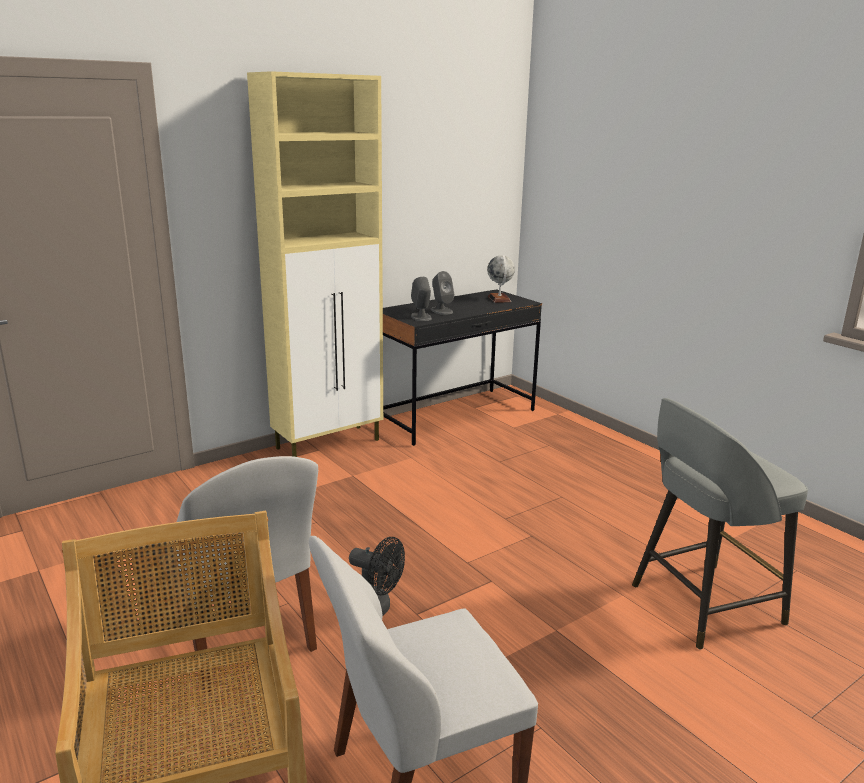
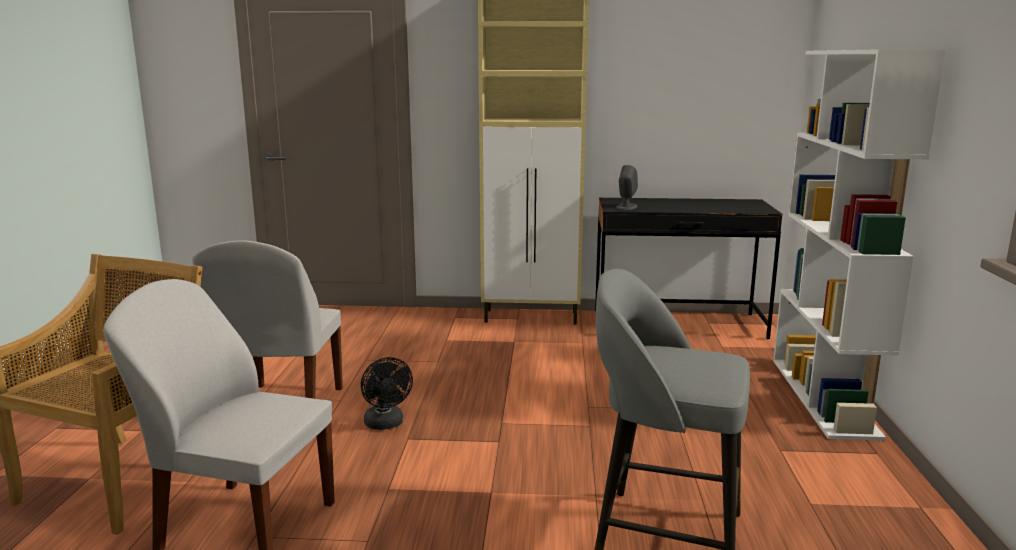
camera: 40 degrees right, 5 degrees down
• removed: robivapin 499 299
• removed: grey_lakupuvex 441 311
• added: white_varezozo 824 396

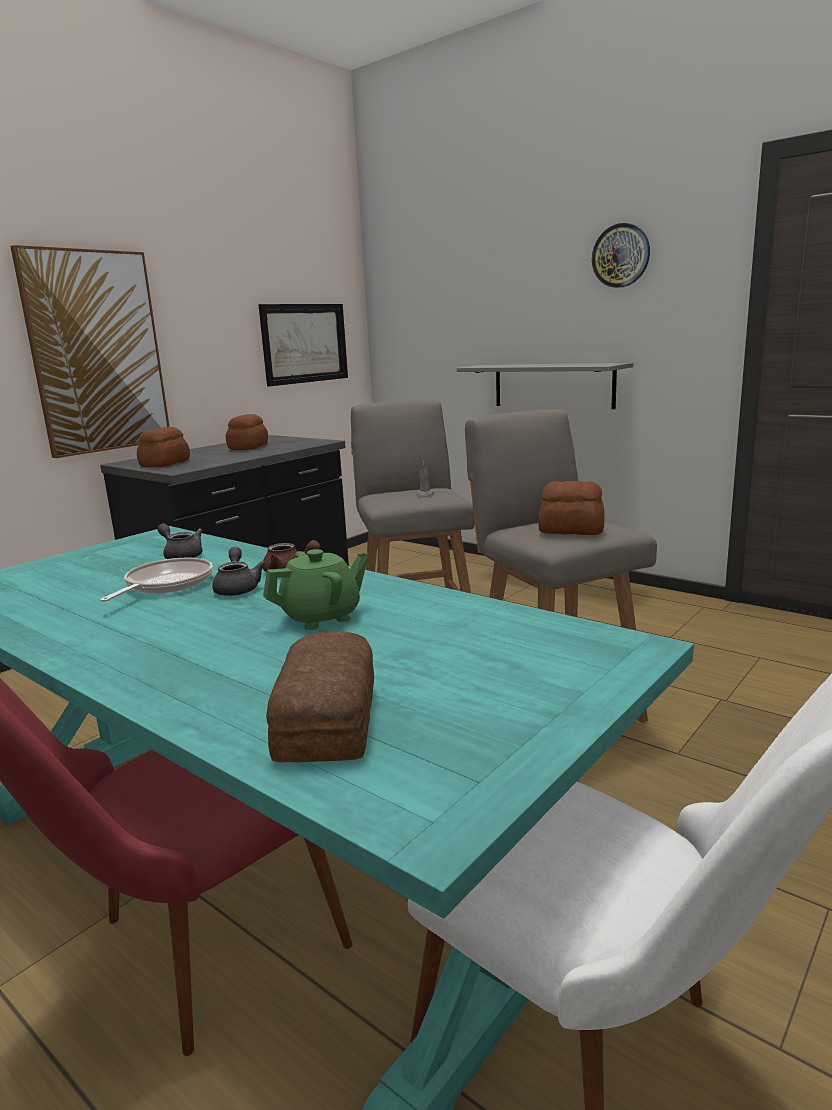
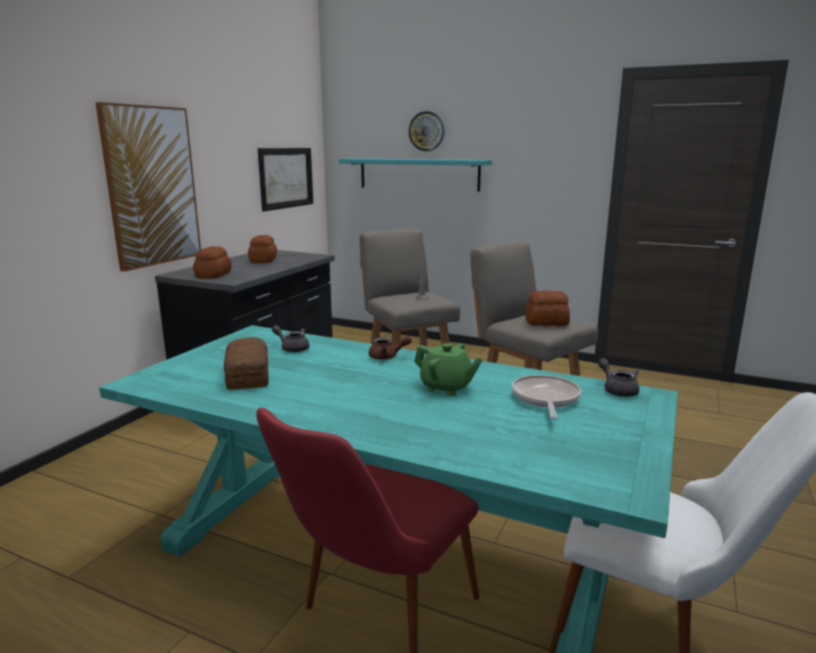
camera: 15 degrees left, 0 degrees up
• moved: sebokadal 621 255 to 426 131
• removed: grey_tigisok 553 385
• moved: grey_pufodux 238 588 to 618 390
• turned: green_pufodux 322 617 = 446 387 75 degrees clockwise
• moved: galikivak 166 585 to 545 399
• moved: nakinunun 330 718 to 249 375
• added: turquoise_tigisok 418 174

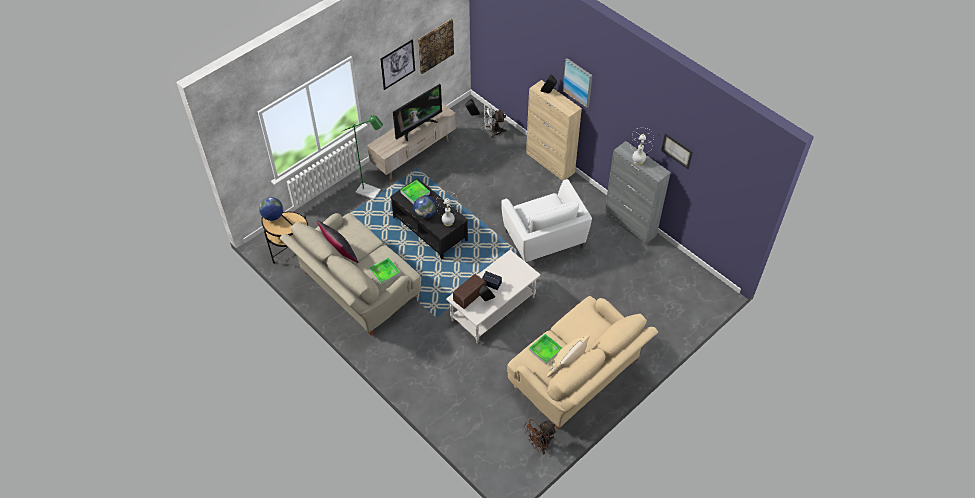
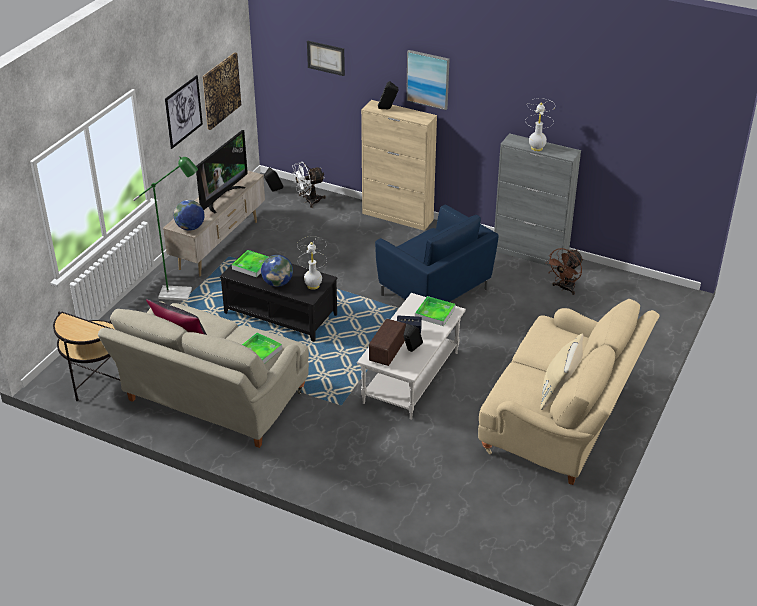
camera: 20 degrees left, 15 degrees down
• moved: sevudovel 677 150 to 326 58
• recoloured: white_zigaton 544 241 to blue_zigaton 435 293
• moved: robivapin 273 216 to 190 227
• moved: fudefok 545 350 to 435 313
• moved: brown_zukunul 539 444 to 564 288

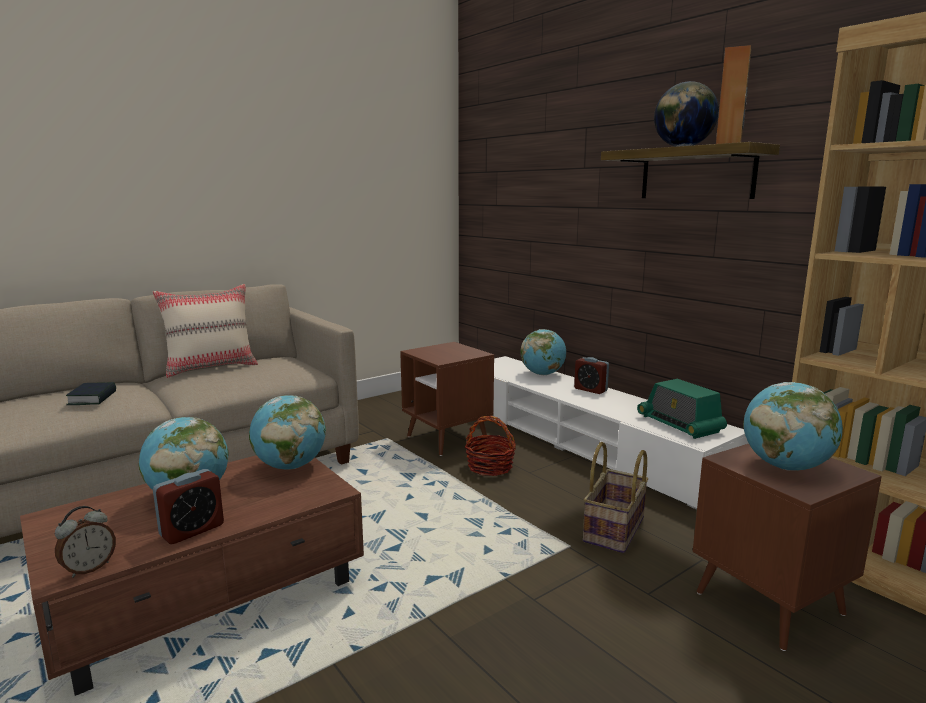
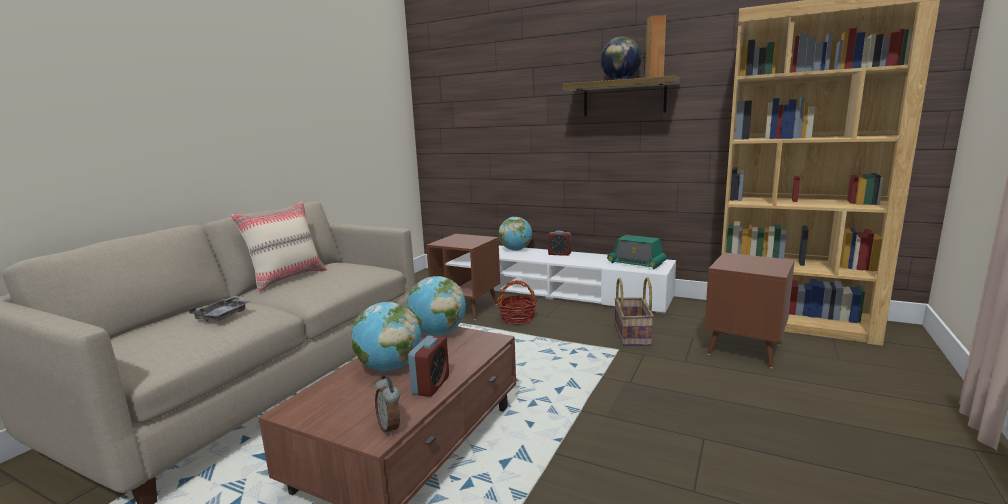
camera: 25 degrees left, 0 degrees up
• replaced: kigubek 92 398 to grey_fudefok 224 315
• removed: robivapin 785 466
• turned: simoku 89 568 = 390 427 135 degrees clockwise

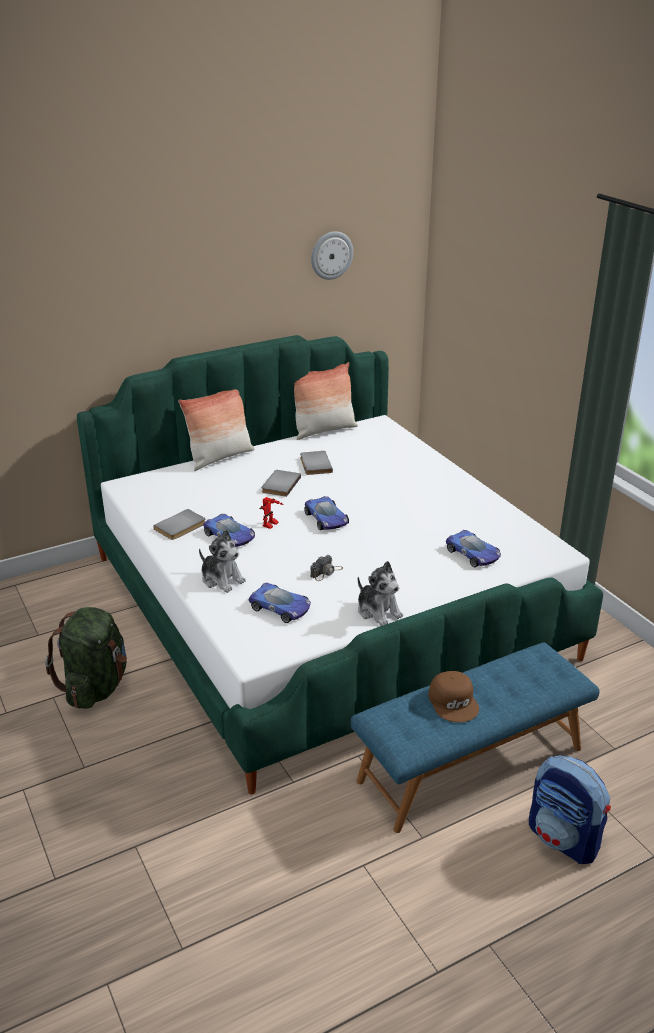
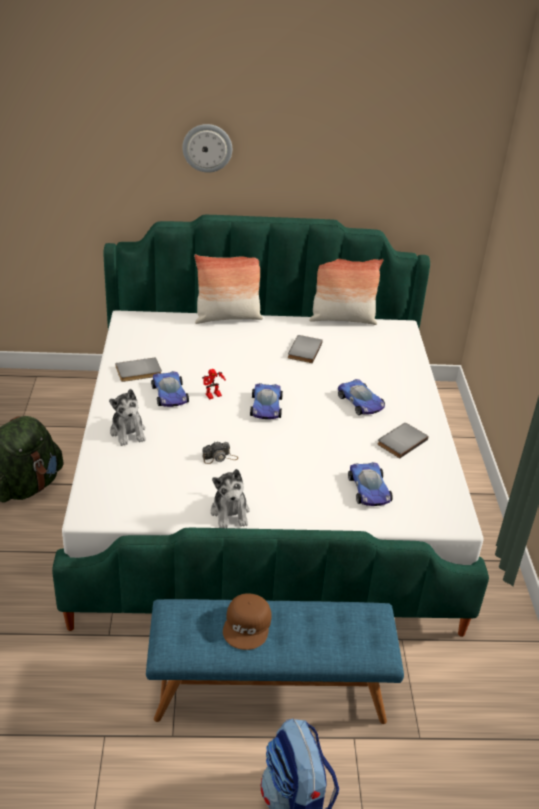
camera: 25 degrees right, 5 degrees up
• moved: sebokadal 331 255 to 207 148
• moved: grey_kigubek 279 484 to 400 441
• moved: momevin 281 608 to 361 402

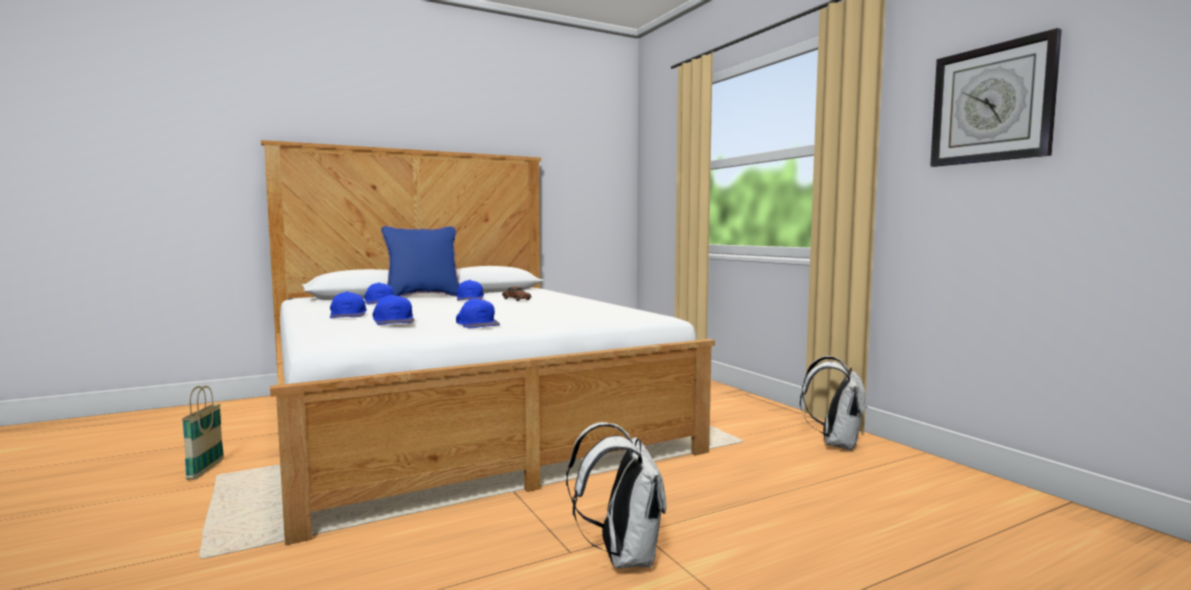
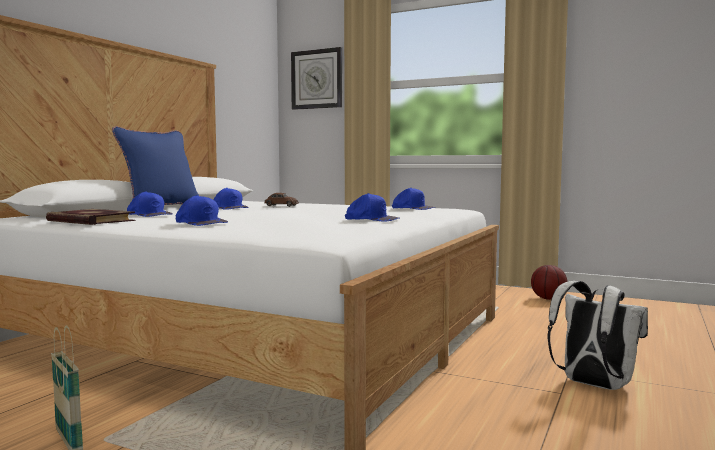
camera: 35 degrees left, 0 degrees up
• moved: sebokadal 992 104 to 317 79
• moved: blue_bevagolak 394 321 to 413 208
• replaced: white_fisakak 836 444 to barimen 548 298
• added: kigubek 89 221

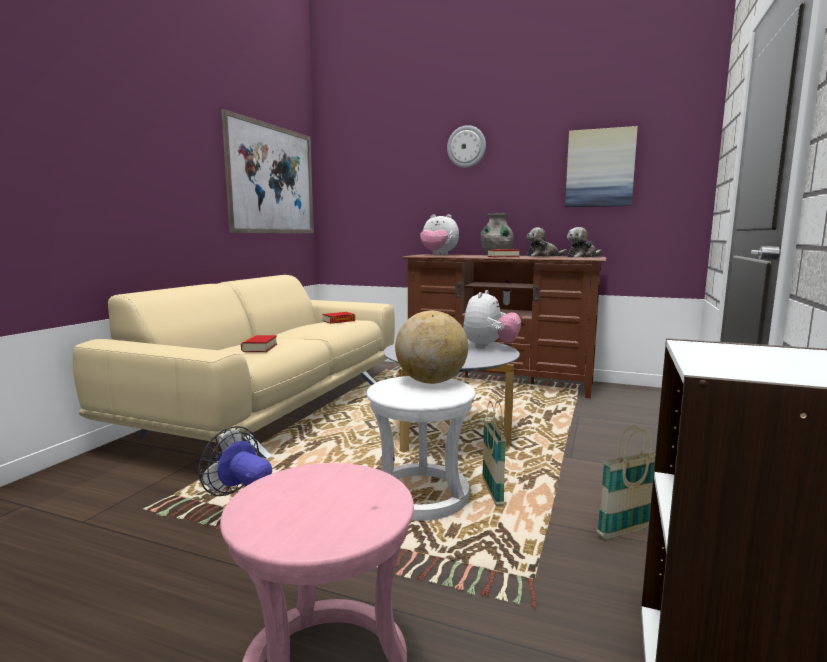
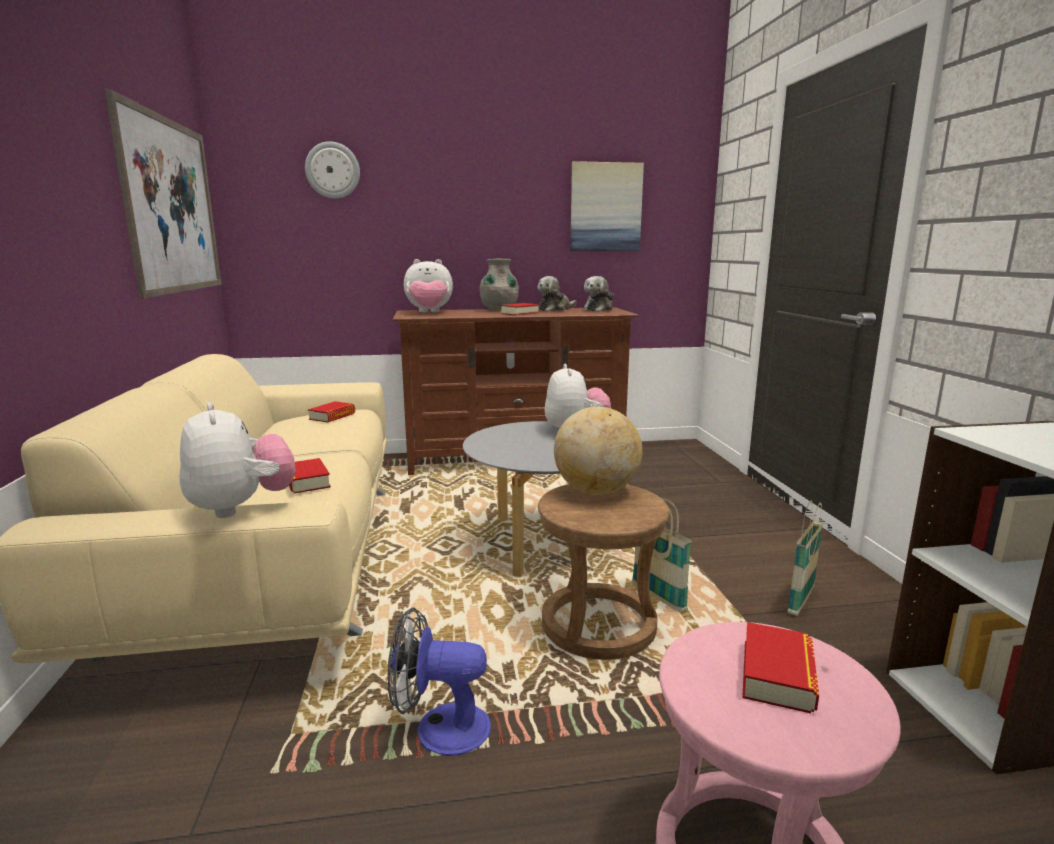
camera: 30 degrees left, 5 degrees up
• moved: sebokadal 466 147 to 332 170
• recoloured: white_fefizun 421 496 to brown_fefizun 599 626
• added: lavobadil 241 507
• added: kigubek 777 675

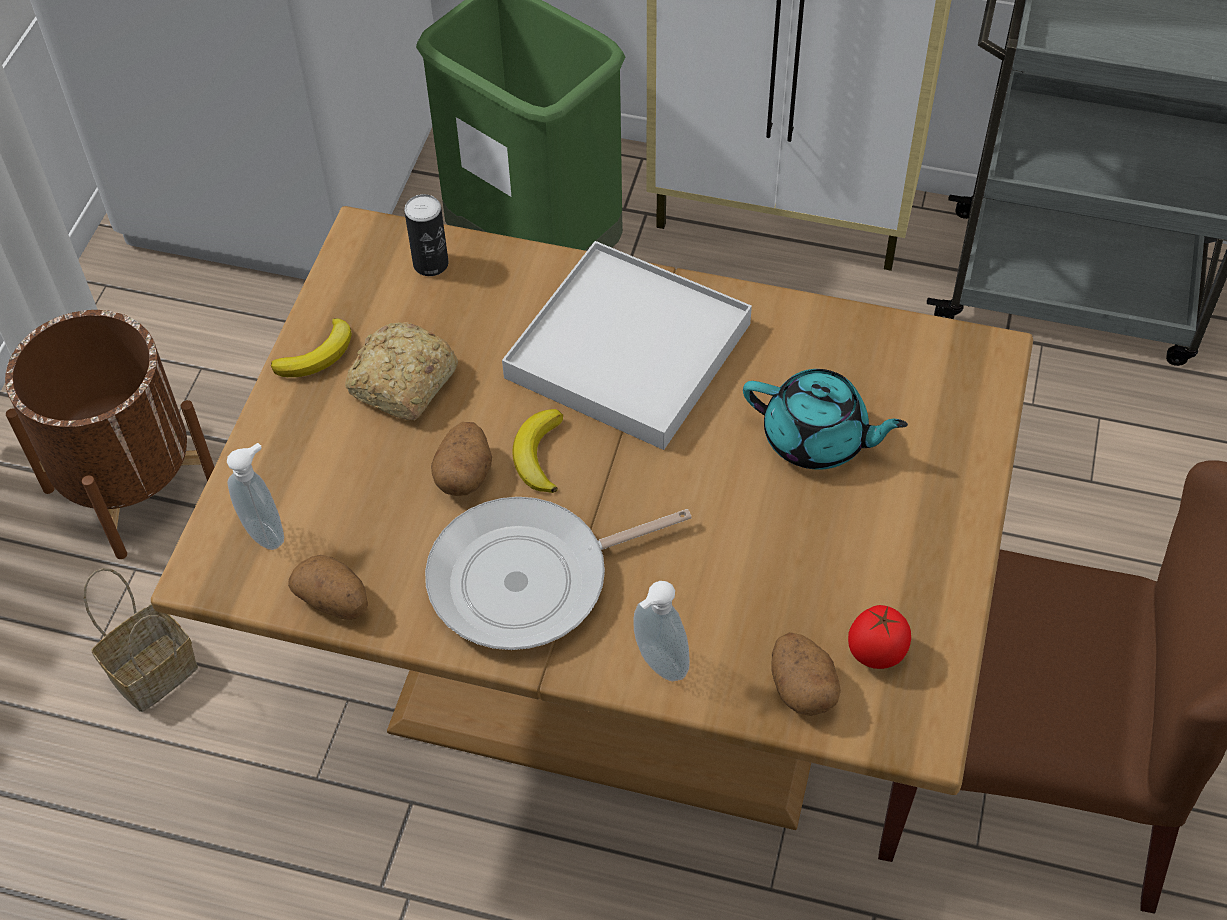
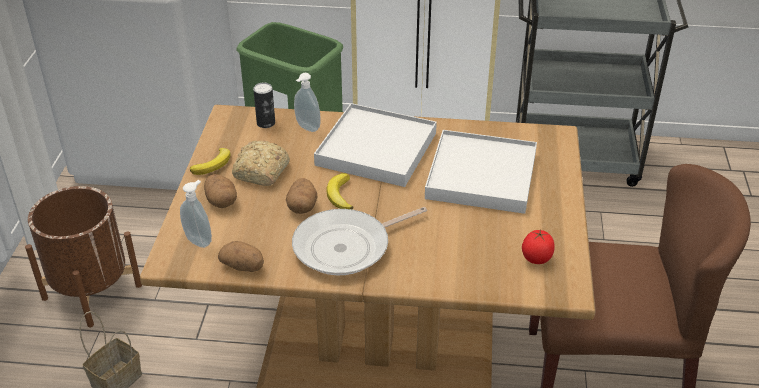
camera: 10 degrees left, 15 degrees down
• replaced: turquoise_pufodux 817 439 to white_fudefok 482 175
• moved: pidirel 657 664 to 306 128
• moved: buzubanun 802 688 to 221 201

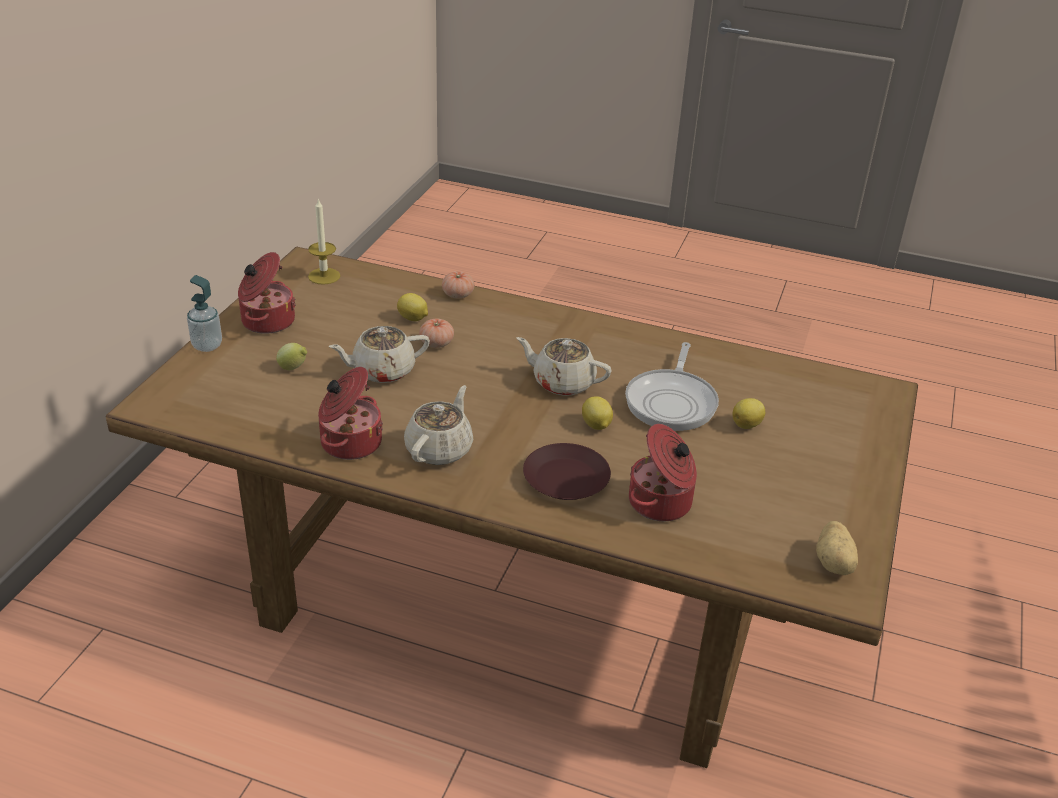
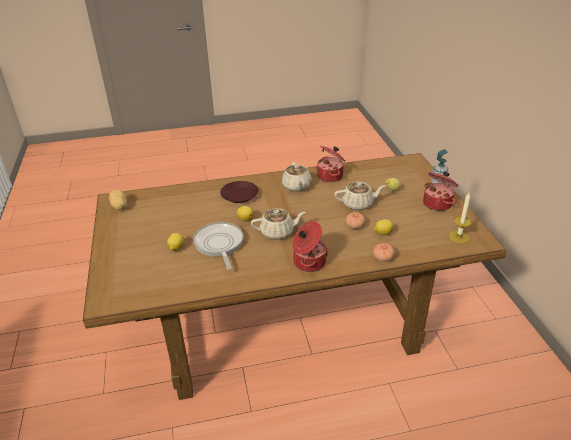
camera: 150 degrees right, 0 degrees up
• turned: beige_pufodux 382 371 = 358 204 45 degrees clockwise
• moved: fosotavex 661 503 to 308 262

